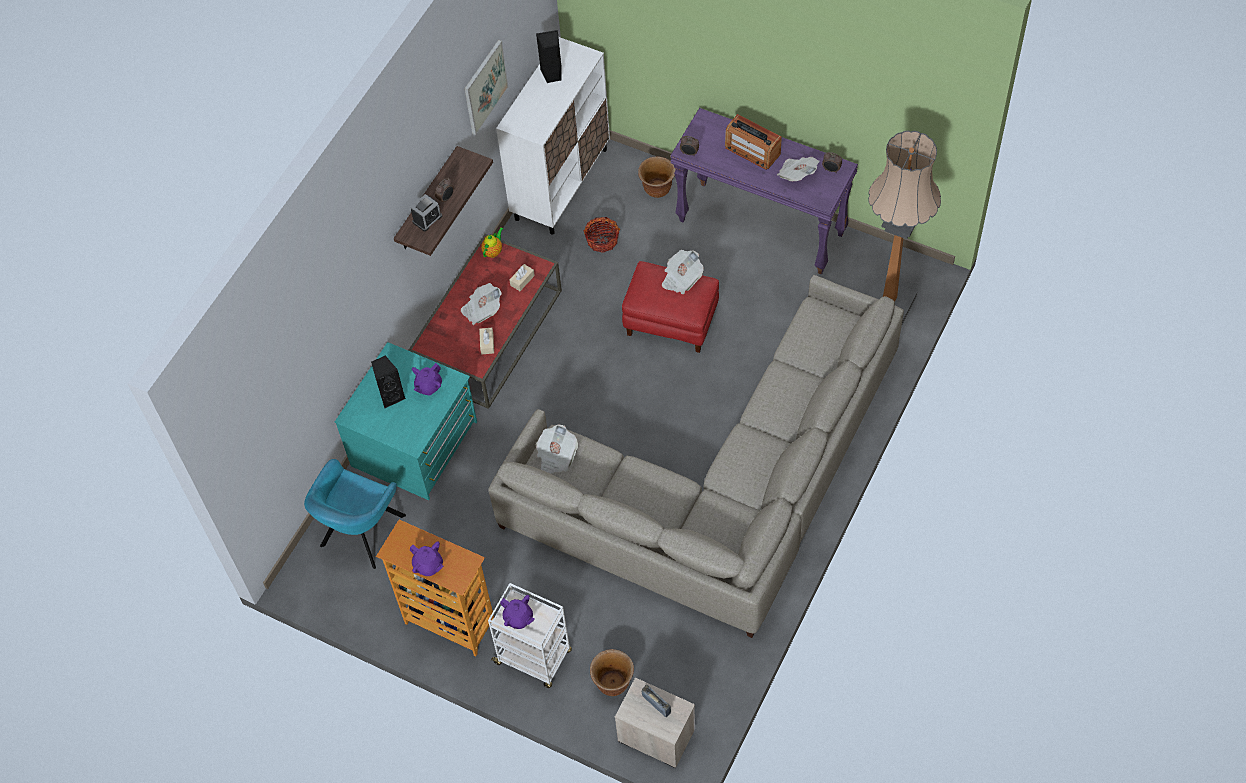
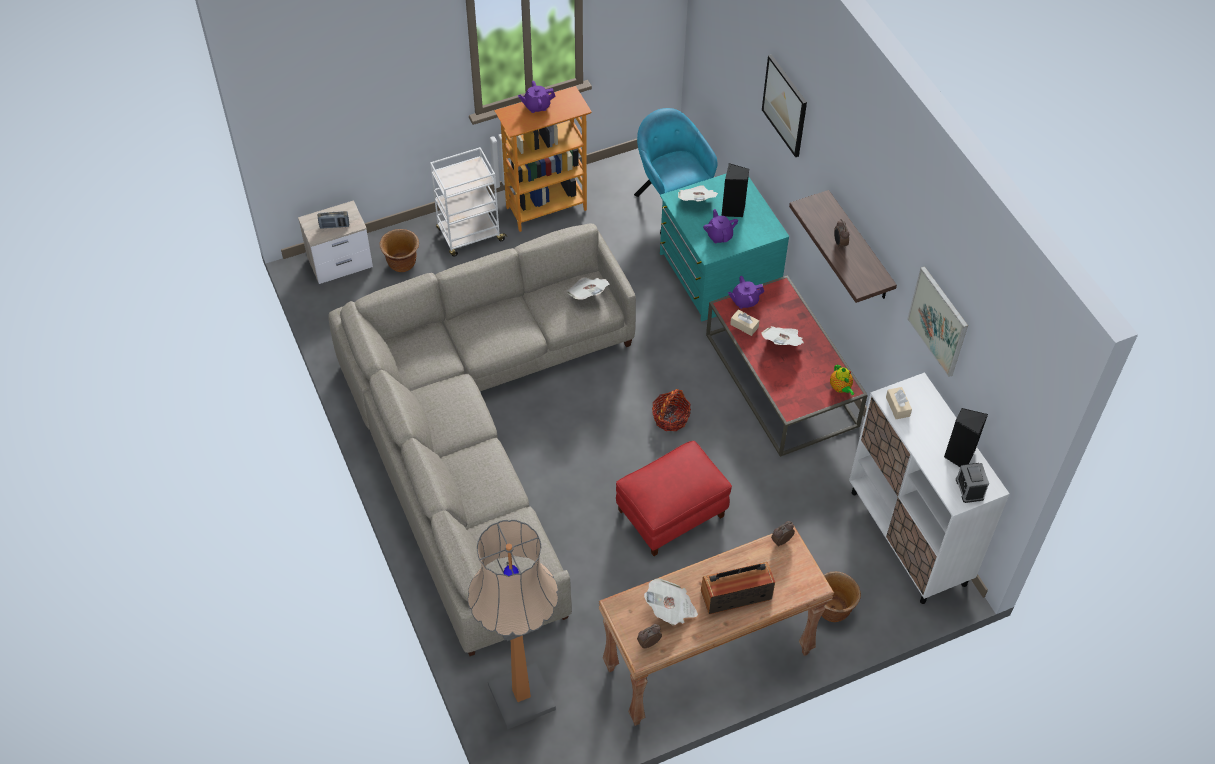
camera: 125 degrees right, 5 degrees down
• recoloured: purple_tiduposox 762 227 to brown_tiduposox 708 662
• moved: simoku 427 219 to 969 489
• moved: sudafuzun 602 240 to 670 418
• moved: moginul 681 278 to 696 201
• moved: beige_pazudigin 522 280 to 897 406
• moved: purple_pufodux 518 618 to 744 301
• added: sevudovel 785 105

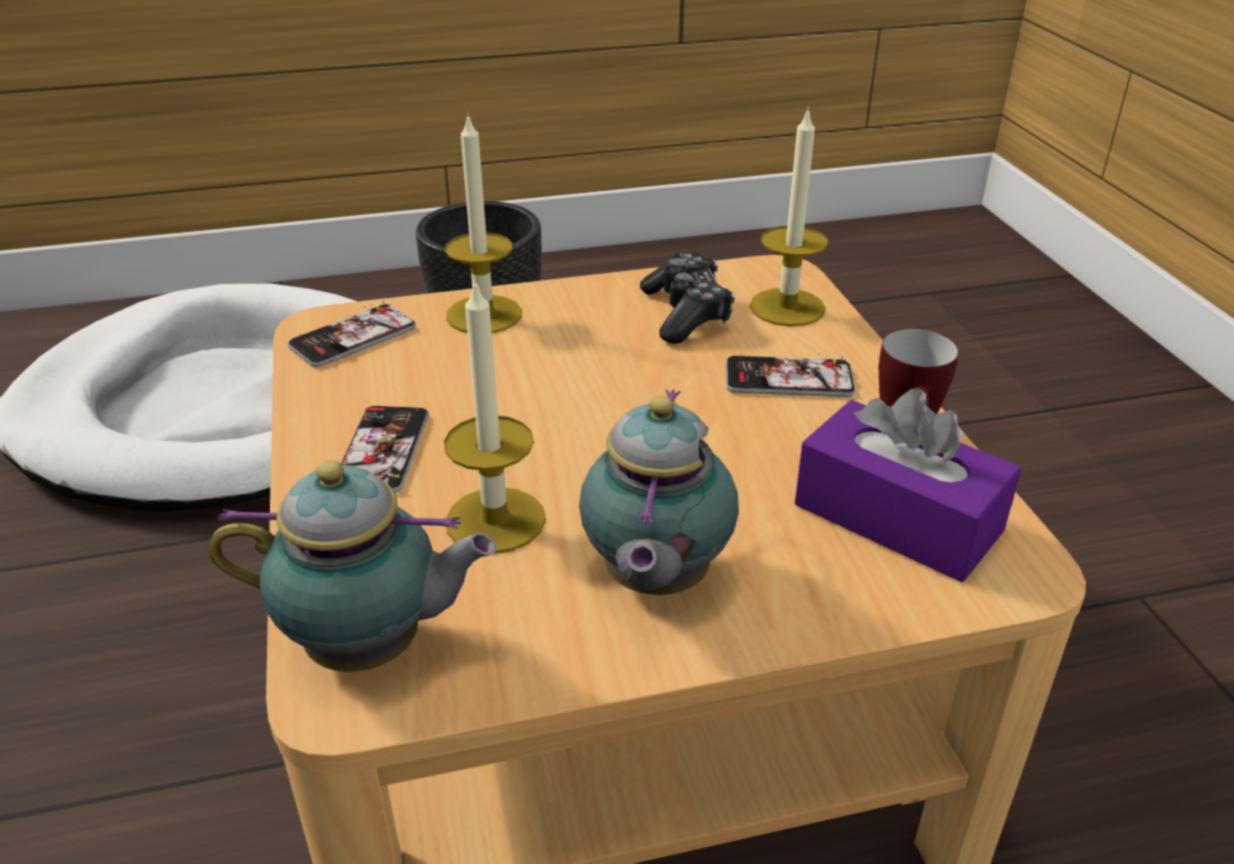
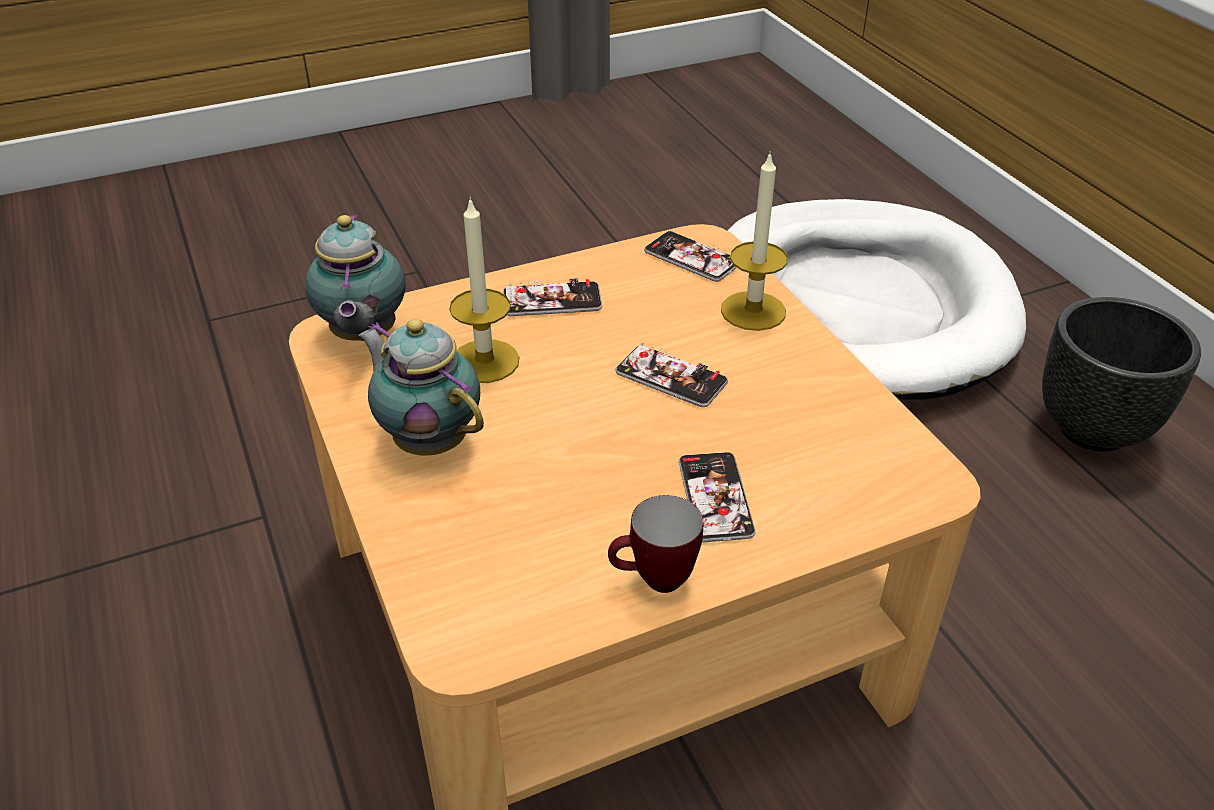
camera: 80 degrees right, 5 degrees up
• removed: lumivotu 787 307
• removed: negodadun 686 313
• turned: pufodux 653 582 = 428 440 45 degrees clockwise
• removed: purple_pazudigin 897 518
• added: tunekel 671 377

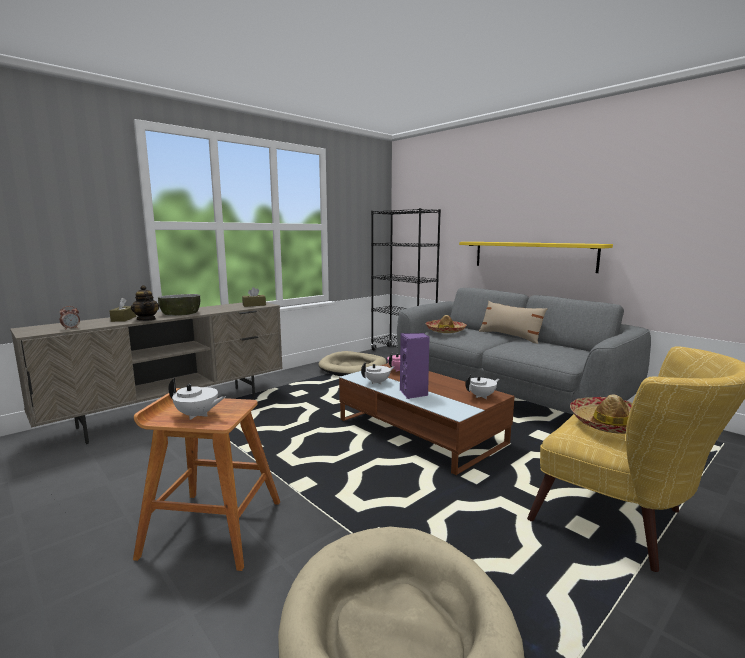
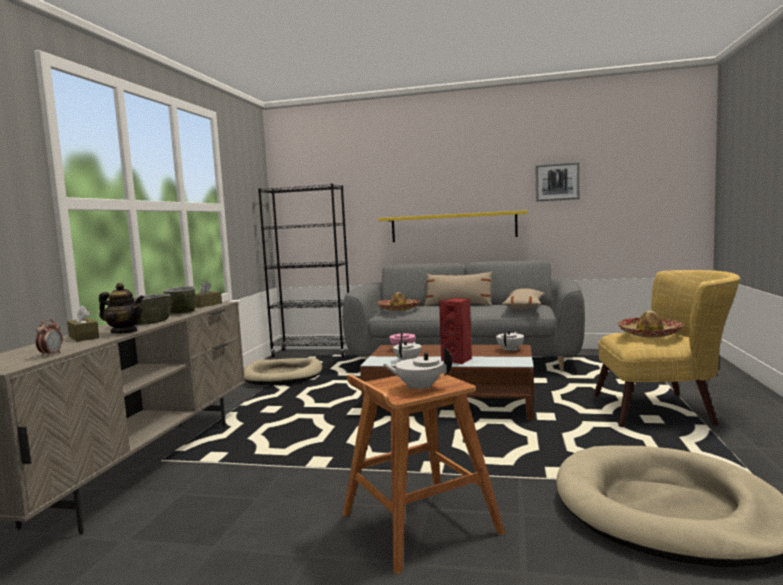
camera: 35 degrees left, 5 degrees down
• recoloured: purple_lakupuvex 414 393 to red_lakupuvex 458 360
• turned: white_pufodux 197 415 = 419 387 150 degrees counterclockwise
• added: sevudovel 557 182
• added: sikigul 182 311
• added: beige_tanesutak 524 306

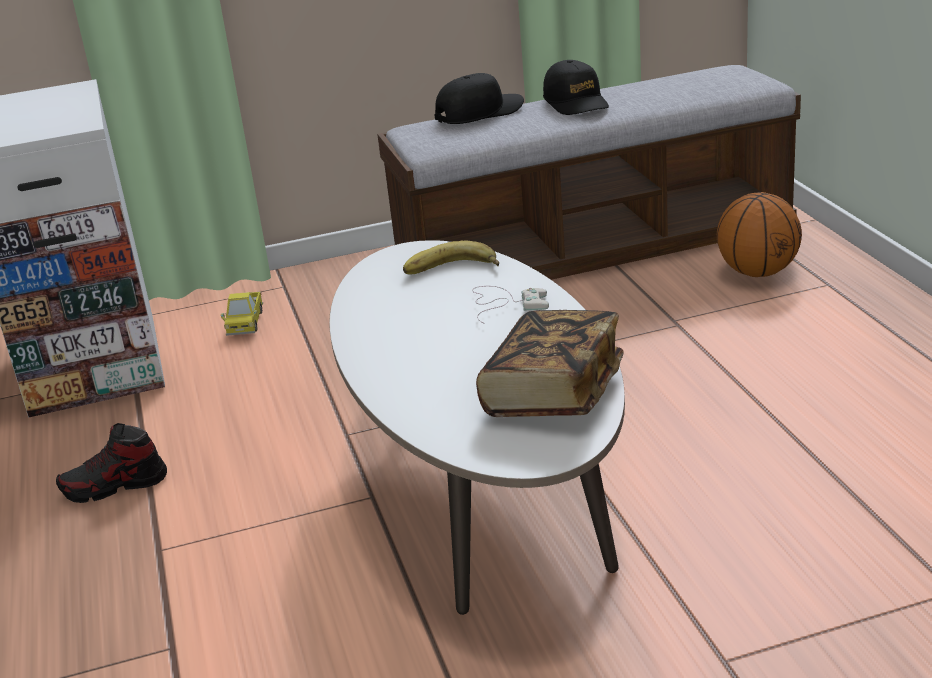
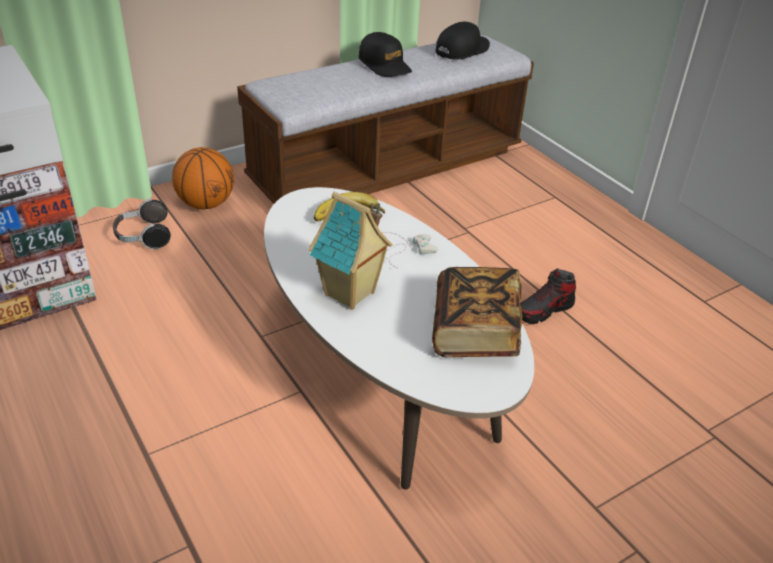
camera: 20 degrees left, 10 degrees up
• moved: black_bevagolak 479 113 to 462 50
• moved: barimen 758 272 to 206 204
• replaced: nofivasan 246 323 to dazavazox 143 237
• moved: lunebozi 115 486 to 544 310
• added: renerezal 350 294

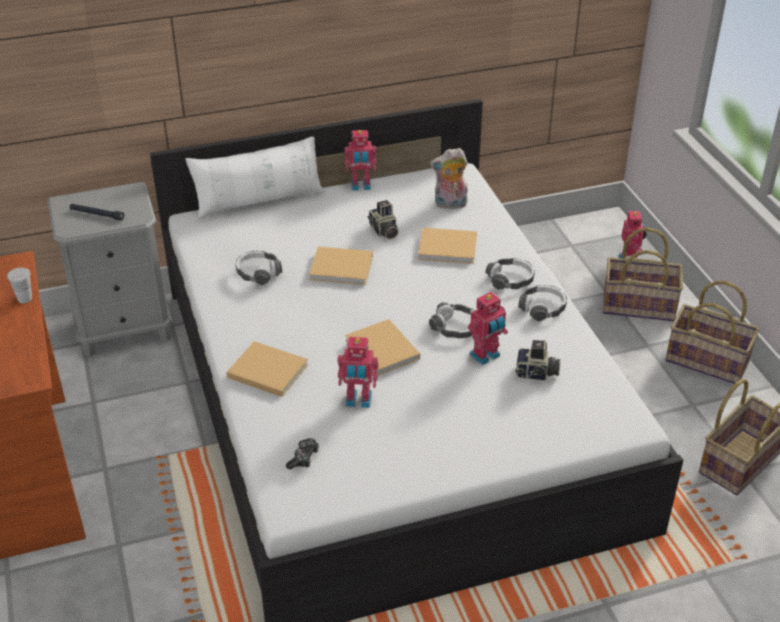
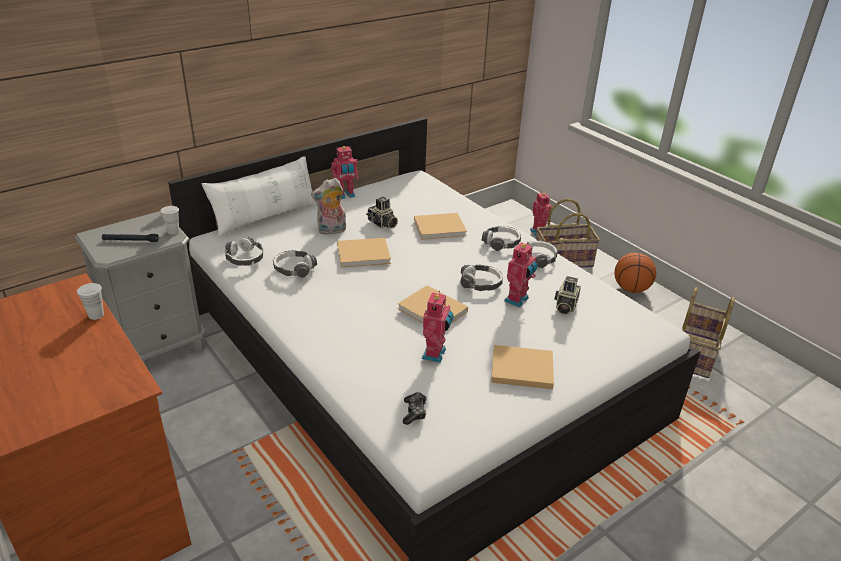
camera: 20 degrees left, 5 degrees down
• moved: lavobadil 450 205 to 331 231
• replaced: sudafuzun 707 361 to barimen 631 289
• turned: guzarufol 358 401 = 435 354 60 degrees counterclockwise
• turned: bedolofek 537 374 = 565 306 120 degrees clockwise
• moved: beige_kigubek 266 370 to 519 369
• added: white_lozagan 173 231
• added: dazavazox 245 258

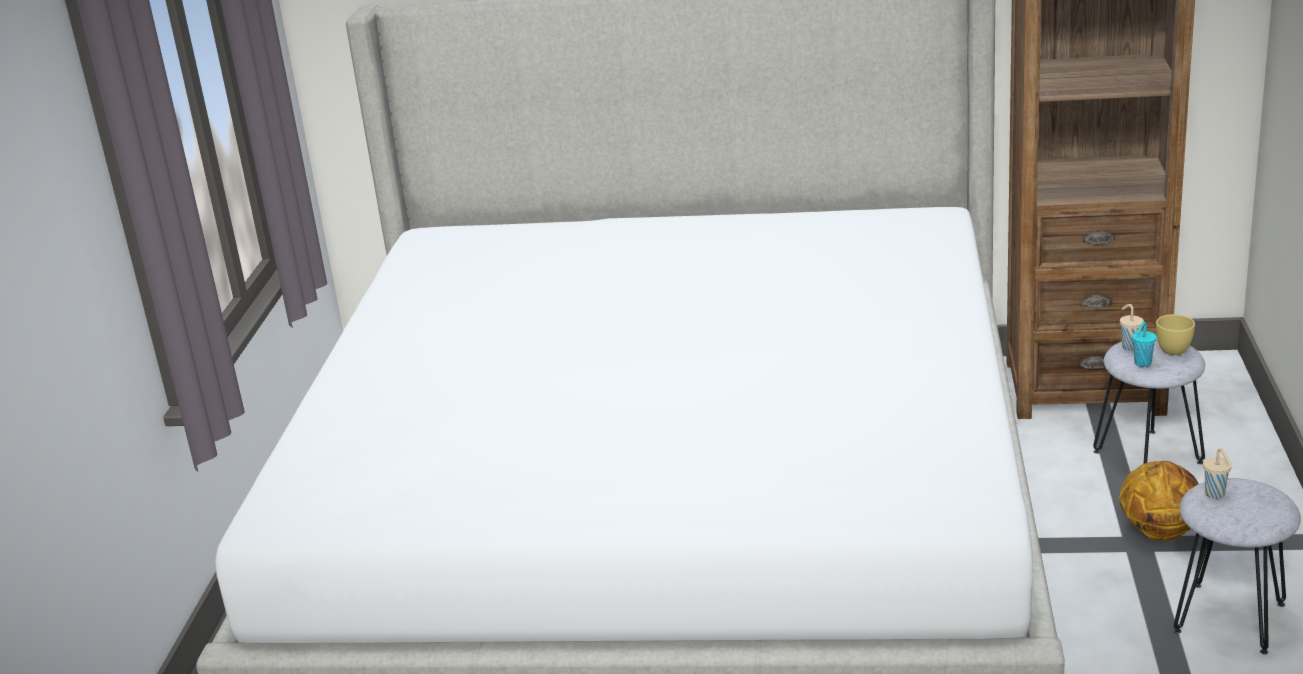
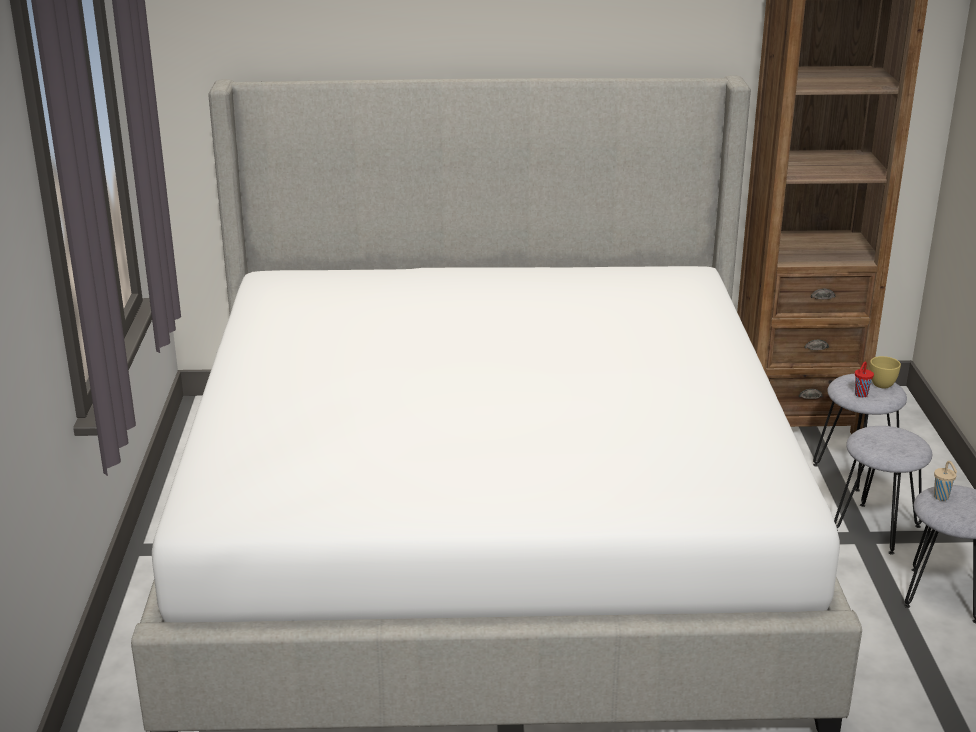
camera: 10 degrees left, 0 degrees up
• removed: beige_lozagan 1129 346
• recoloured: turquoise_lozagan 1142 364 to red_lozagan 860 395
• replaced: barimen 1159 531 to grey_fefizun 877 528

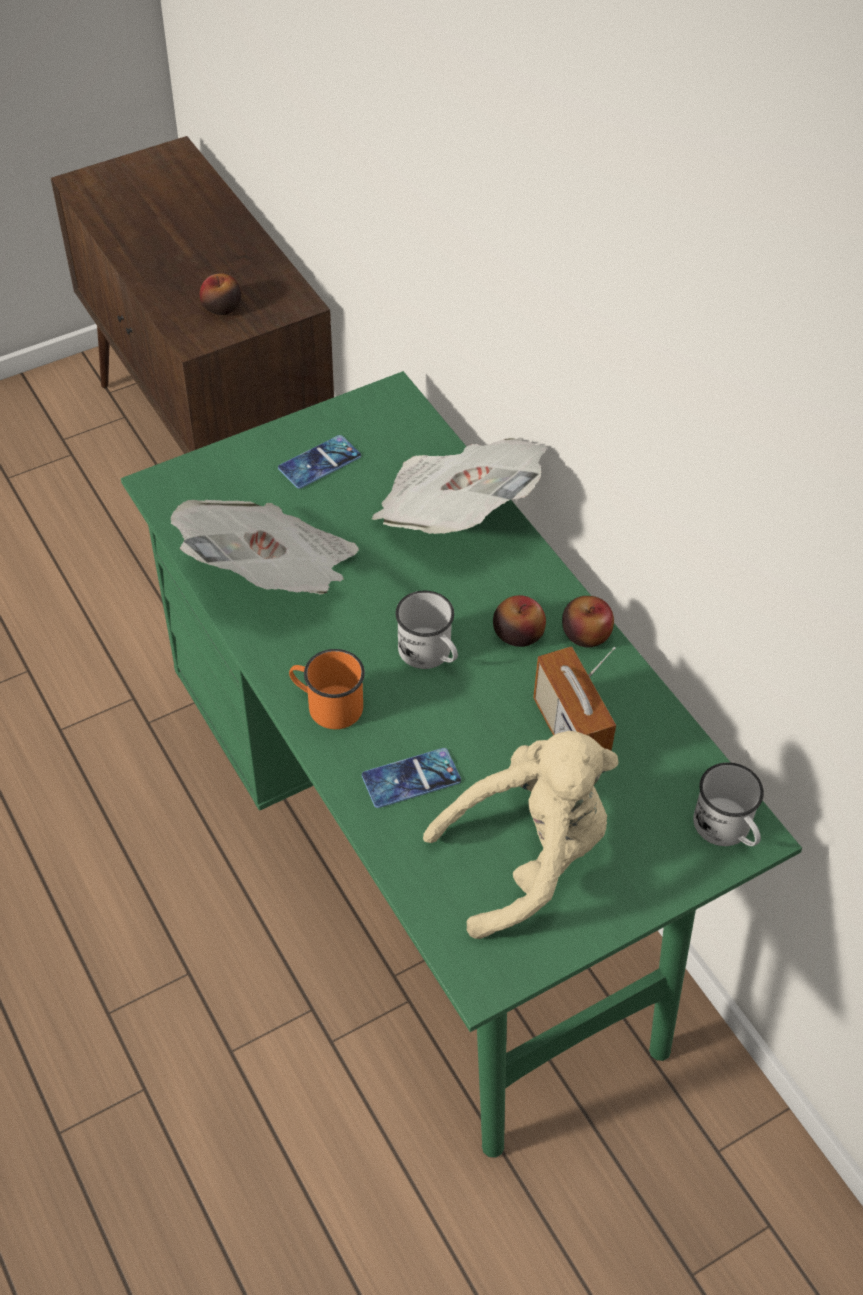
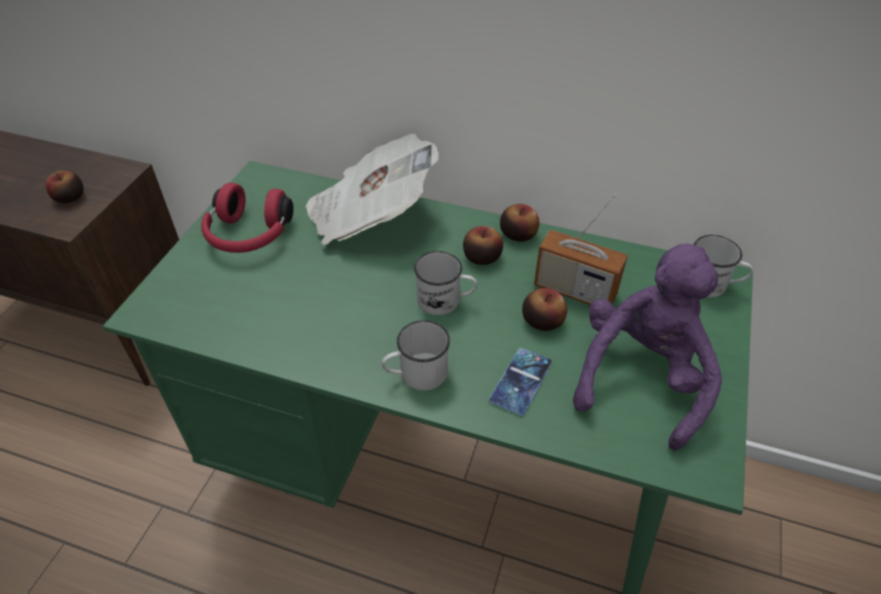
camera: 40 degrees left, 5 degrees down
• replaced: tunekel 319 462 to red_dazavazox 248 235
• removed: moginul 272 575
• recoloured: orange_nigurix 327 705 to white_nigurix 416 374
• recoloured: beige_lavobadil 527 858 to purple_lavobadil 641 377
• added: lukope 542 320

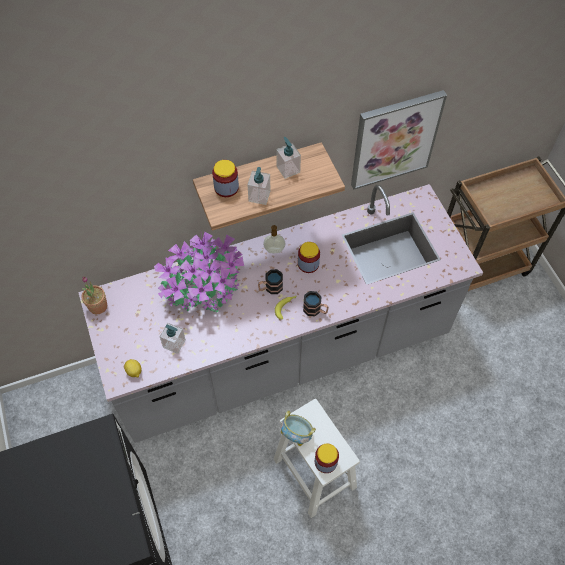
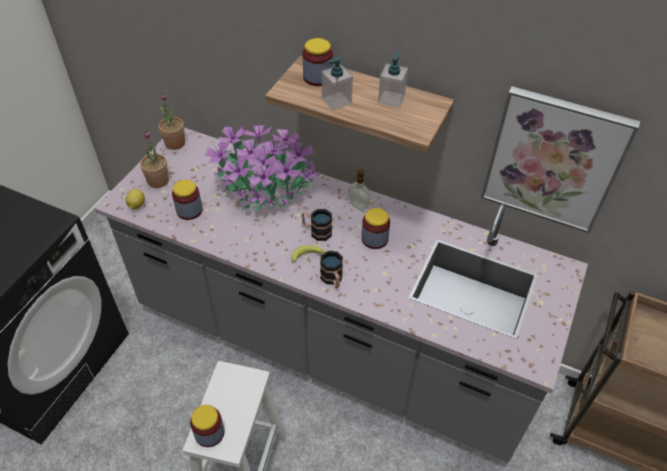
camera: 45 degrees right, 10 degrees down
• replaced: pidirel 174 344 to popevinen 189 210
• removed: sikigul 297 434
• added: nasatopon 158 181

